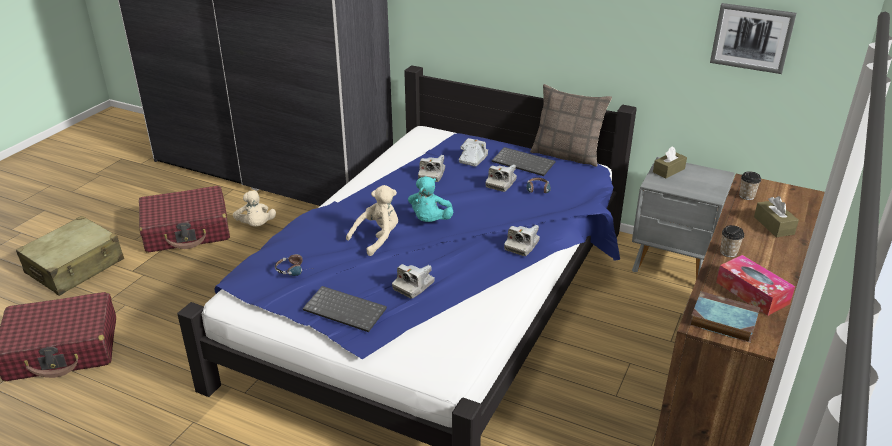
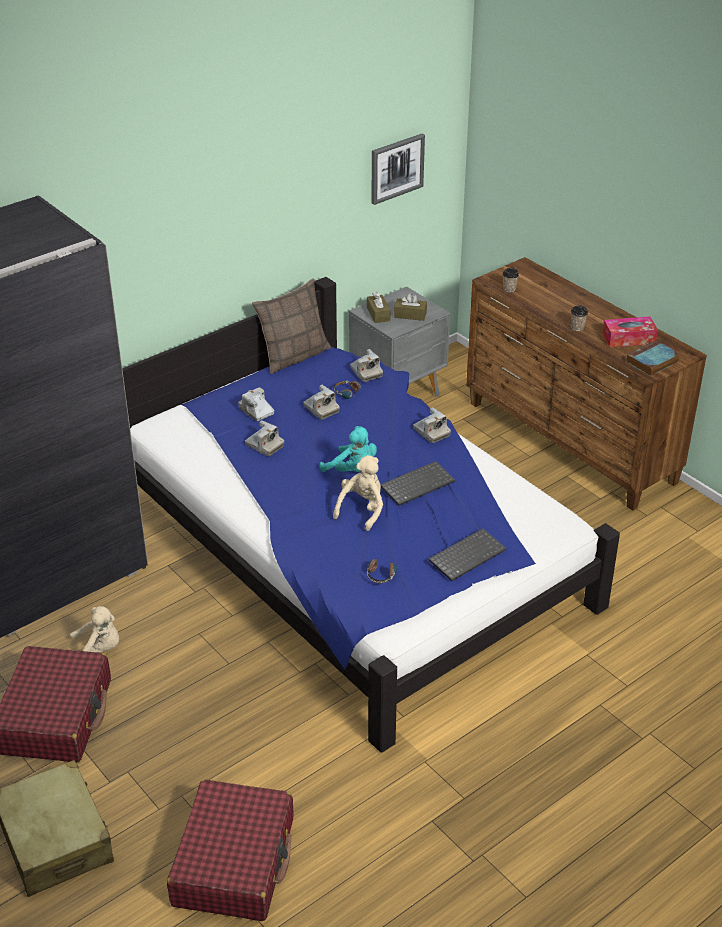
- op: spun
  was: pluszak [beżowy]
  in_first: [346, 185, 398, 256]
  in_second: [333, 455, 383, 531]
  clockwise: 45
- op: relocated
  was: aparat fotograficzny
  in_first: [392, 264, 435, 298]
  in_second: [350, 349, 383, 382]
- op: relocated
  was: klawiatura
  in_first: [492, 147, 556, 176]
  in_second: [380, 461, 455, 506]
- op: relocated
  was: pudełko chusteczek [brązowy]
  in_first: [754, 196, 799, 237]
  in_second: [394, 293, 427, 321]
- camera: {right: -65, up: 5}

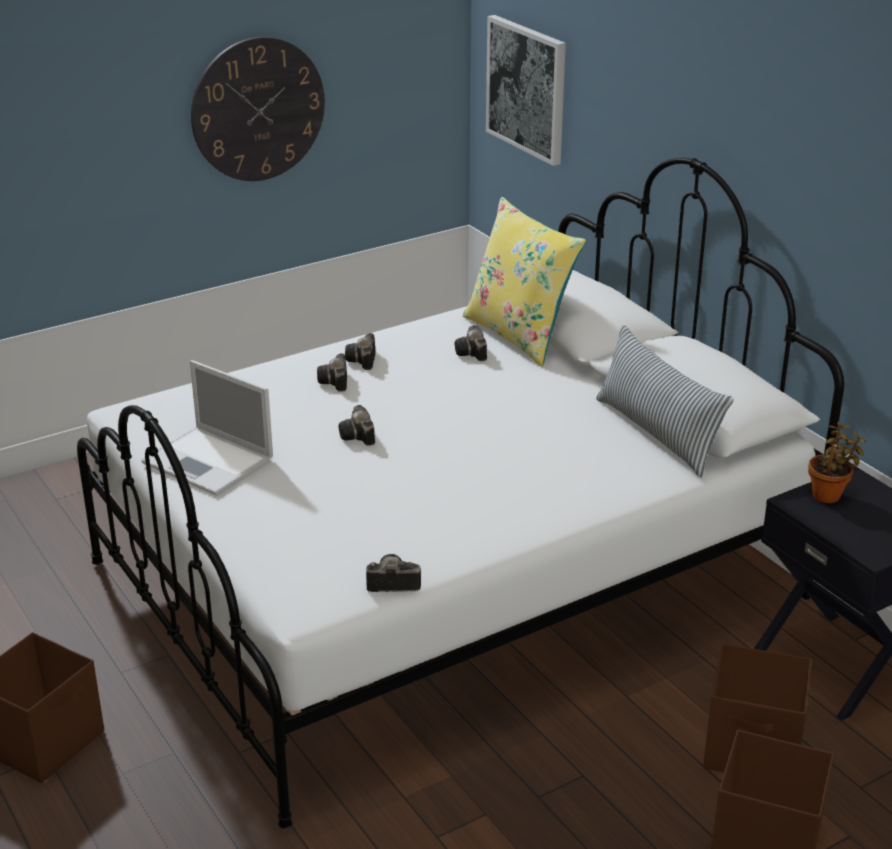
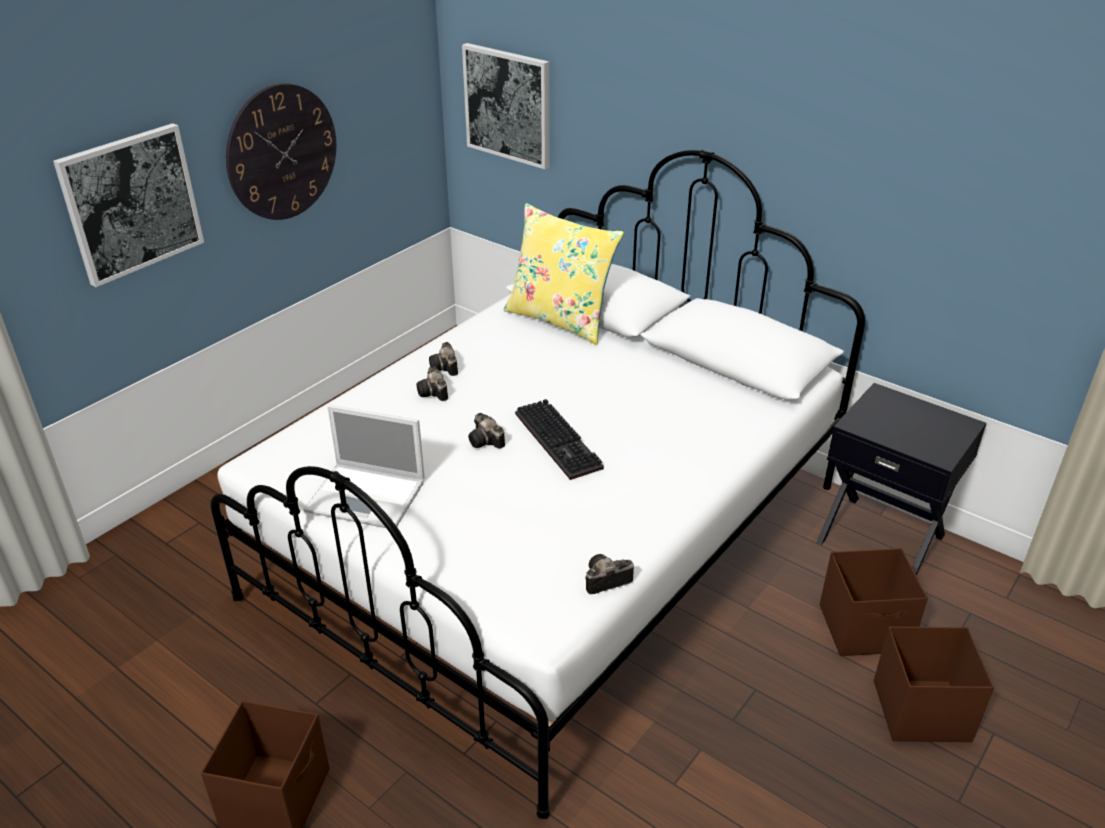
- op: missing
  was: aparat fotograficzny
  in_first: [455, 325, 487, 361]
- op: missing
  was: poduszka
  in_first: [596, 325, 734, 478]
- op: missing
  was: roślina doniczkowa
  in_first: [808, 421, 867, 503]
- op: appeared
  now: obraz
  in_second: [53, 123, 204, 287]
- op: appeared
  now: klawiatura
  in_second: [515, 399, 604, 480]
- camera: {right: -20, up: 5}

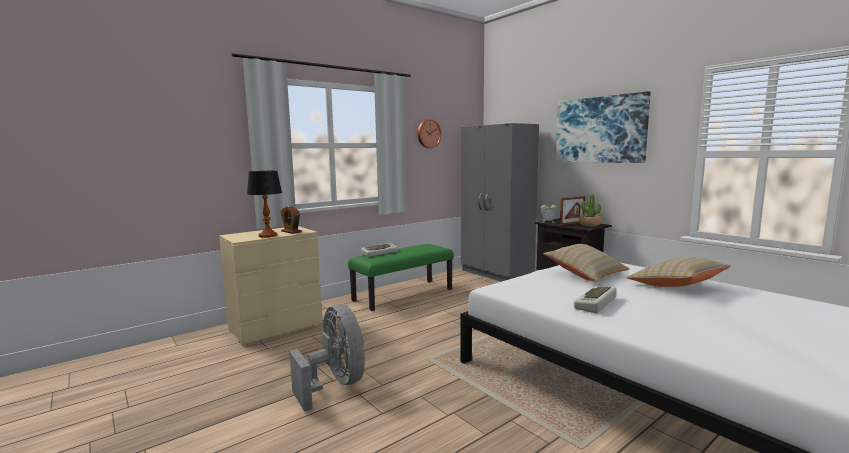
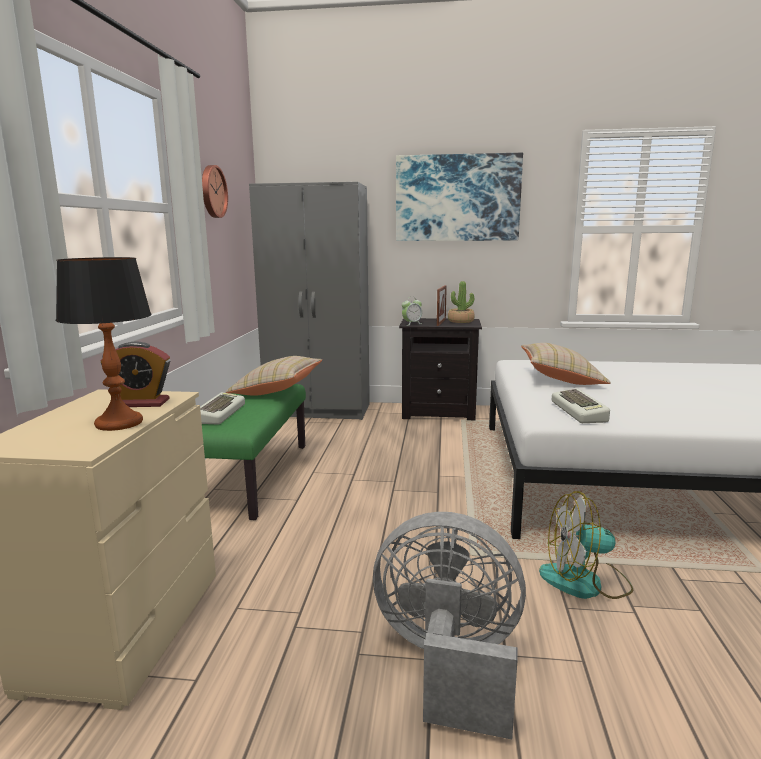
- op: relocated
  was: klawiatura
  in_first: [574, 286, 617, 313]
  in_second: [552, 388, 610, 423]
- op: relocated
  was: poduszka [beżowy]
  in_first: [626, 257, 731, 287]
  in_second: [225, 356, 322, 396]
- op: appeared
  now: wentylator
  in_second: [539, 491, 633, 599]
- camera: {right: -45, up: 5}

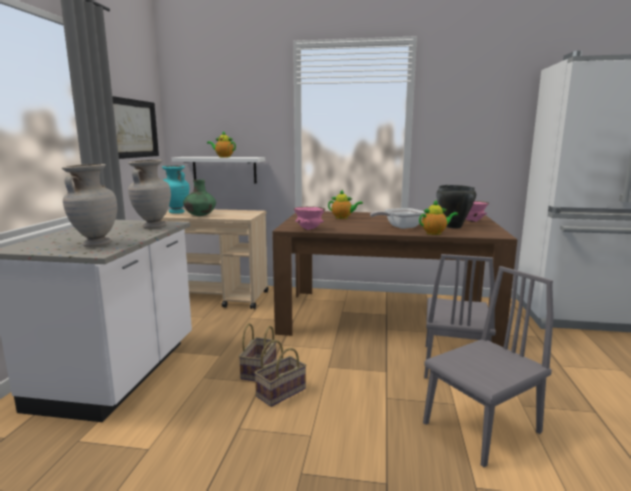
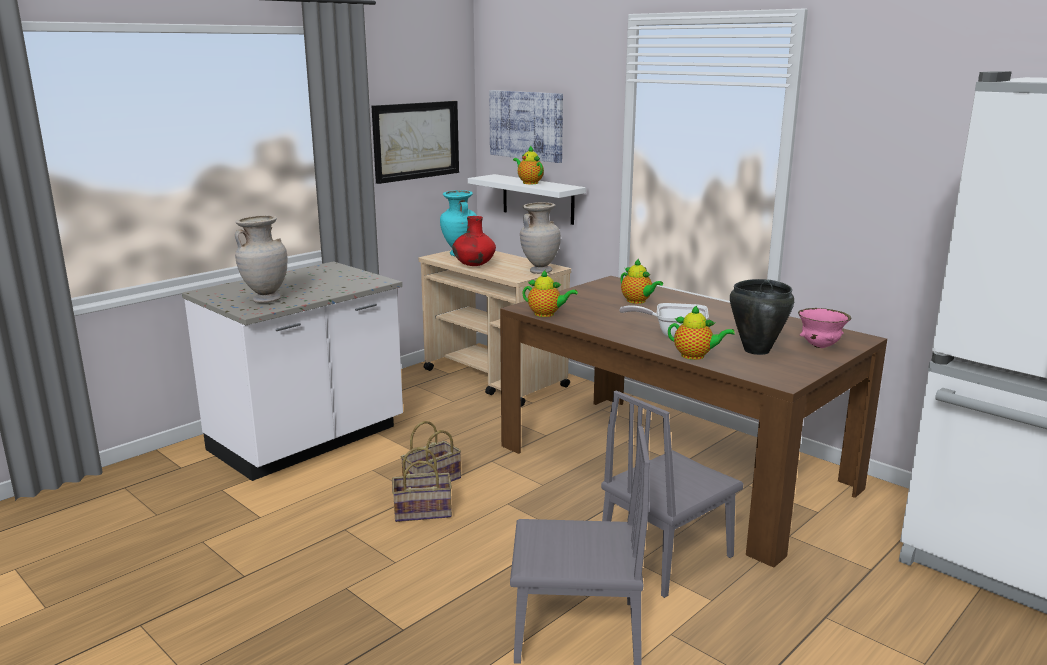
- op: relocated
  was: wazon [beżowy]
  in_first: [128, 160, 171, 229]
  in_second: [520, 202, 561, 274]
- op: colour
  was: wazon [zielony]
  now: wazon [czerwony]
  in_first: [183, 179, 216, 216]
  in_second: [452, 216, 496, 266]
- op: exchanged
  was: miska [różowy]
  now: imbryk
  in_first: [294, 207, 325, 230]
  in_second: [522, 270, 578, 317]
- op: appeared
  now: obraz
  in_second: [489, 90, 563, 163]
- camera: {right: 35, up: 5}

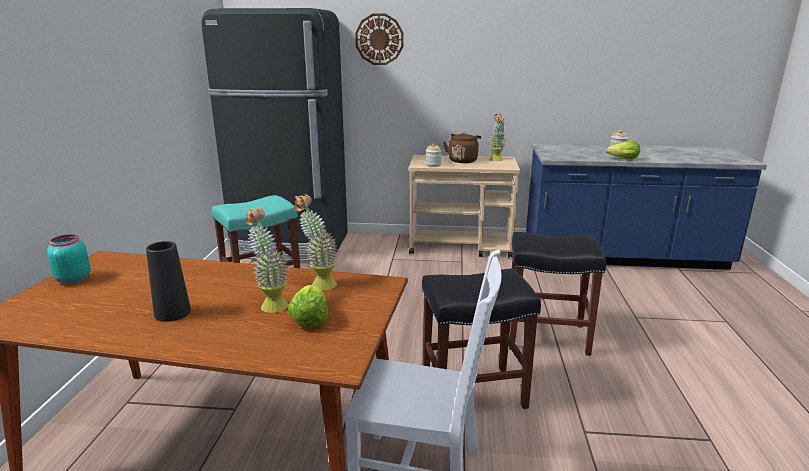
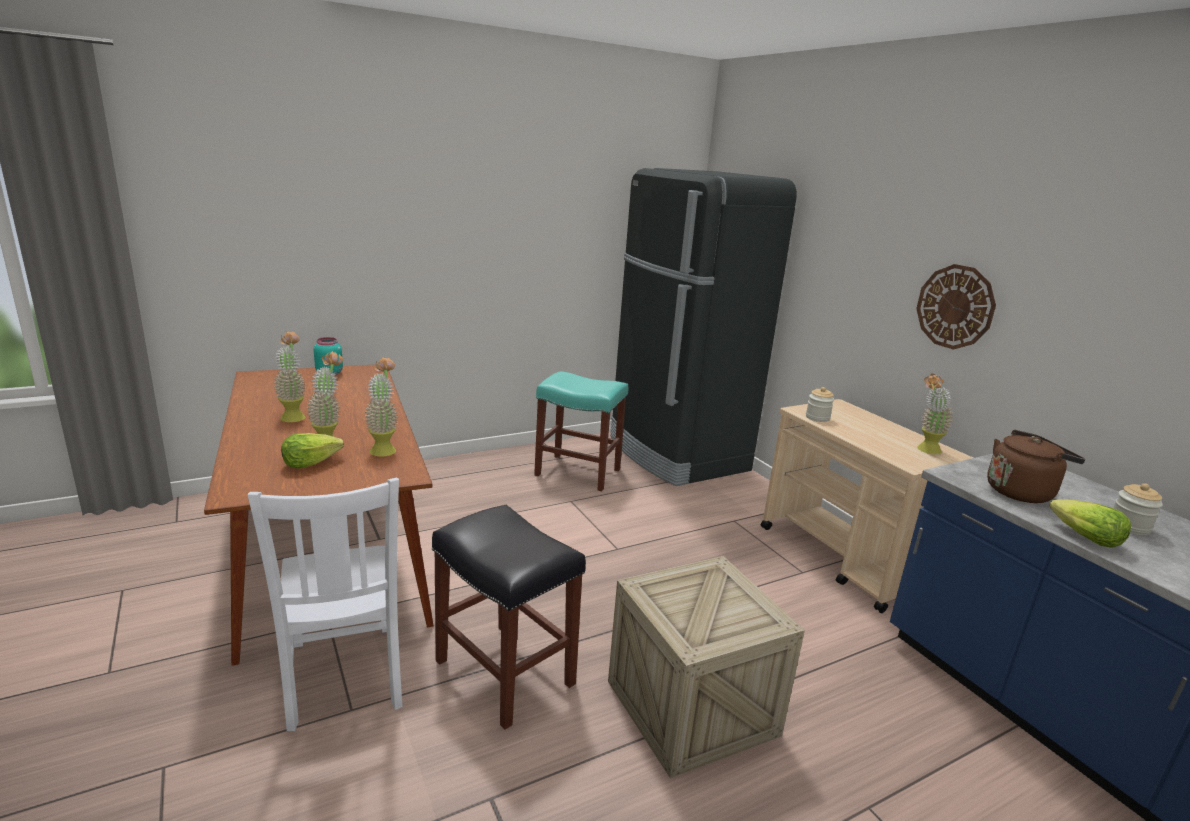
- op: exchanged
  was: wazon [czarny]
  now: roślina doniczkowa
  in_first: [146, 241, 191, 322]
  in_second: [273, 331, 306, 422]
- op: relocated
  was: zegar ścienny
  in_first: [355, 14, 403, 65]
  in_second: [916, 264, 996, 349]
- op: relocated
  was: czajnik [brązowy]
  in_first: [443, 132, 481, 163]
  in_second: [987, 430, 1085, 503]
- op: exchanged
  was: stołek [czarny]
  now: skrzynka
  in_first: [509, 232, 606, 356]
  in_second: [608, 556, 805, 778]
- camera: {right: 55, up: 0}

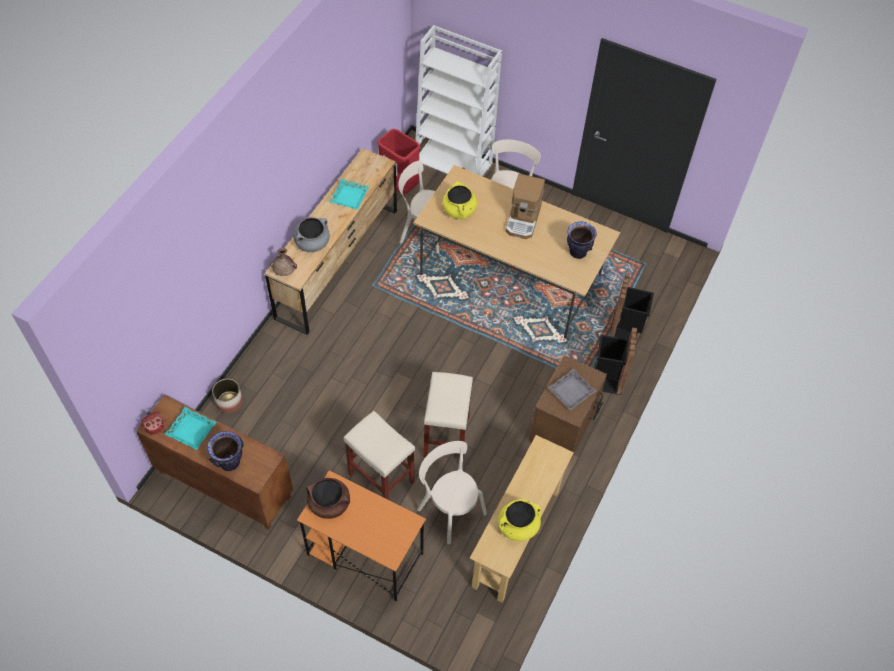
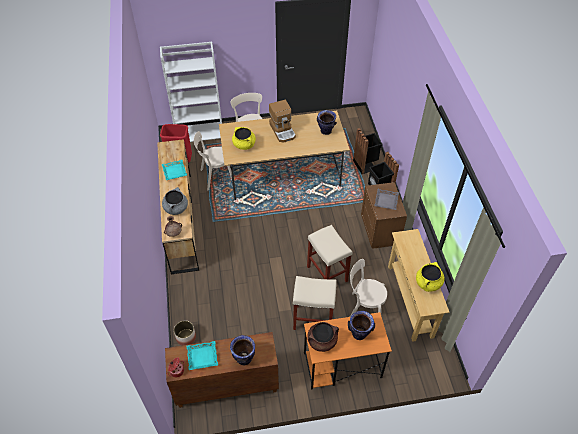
- op: appeared
  now: wazon
  in_second: [348, 311, 375, 340]
- camera: {right: -35, up: -5}

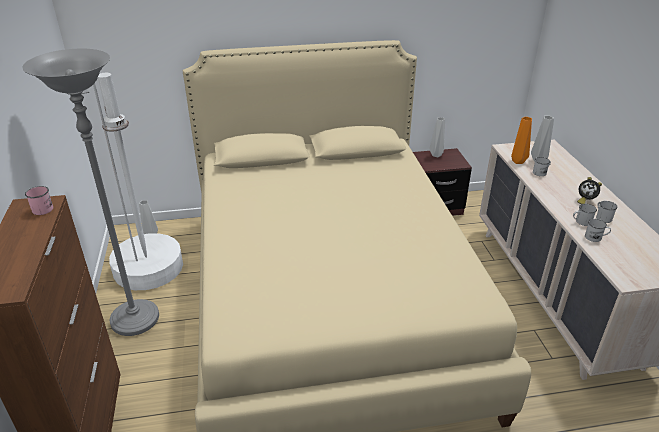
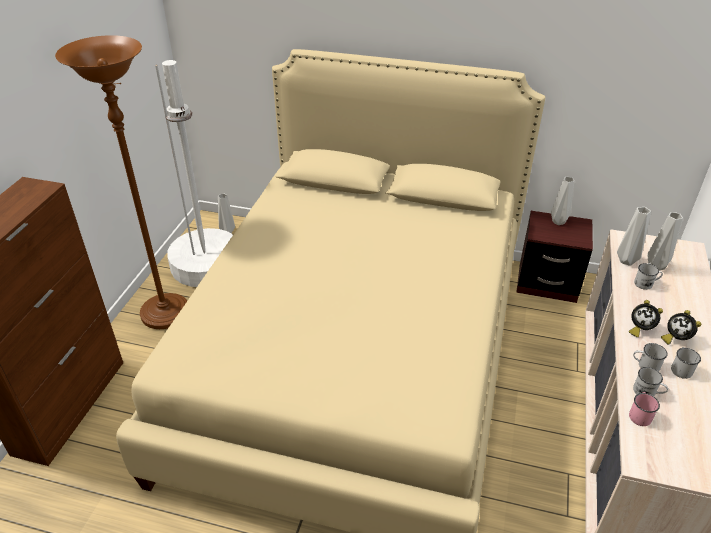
- op: colour
  was: lampa stojąca [szary]
  now: lampa stojąca [brązowy]
  in_first: [22, 49, 159, 336]
  in_second: [55, 35, 187, 329]
- op: relocated
  was: kubek [różowy]
  in_first: [25, 186, 53, 215]
  in_second: [629, 392, 660, 426]
- op: colour
  was: wazon [pomarańczowy]
  now: wazon [szary]
  in_first: [511, 117, 532, 164]
  in_second: [617, 207, 651, 266]
- op: appeared
  now: budzik
  in_second: [629, 300, 663, 337]
- camera: {right: 25, up: 5}

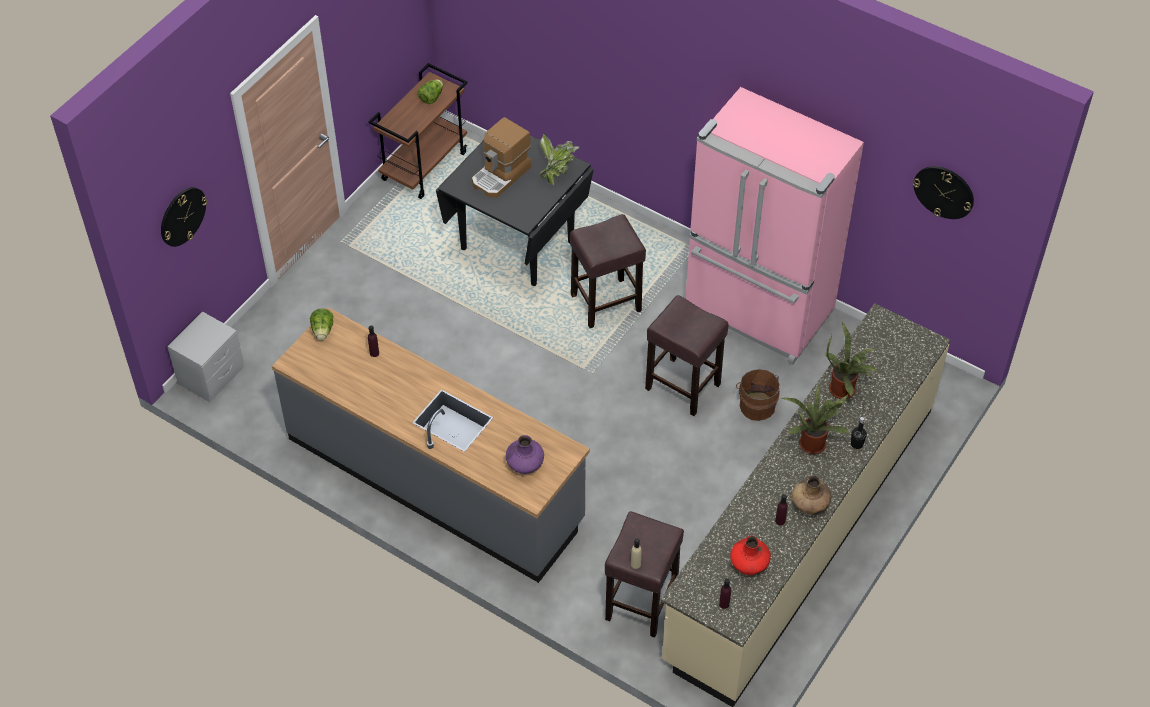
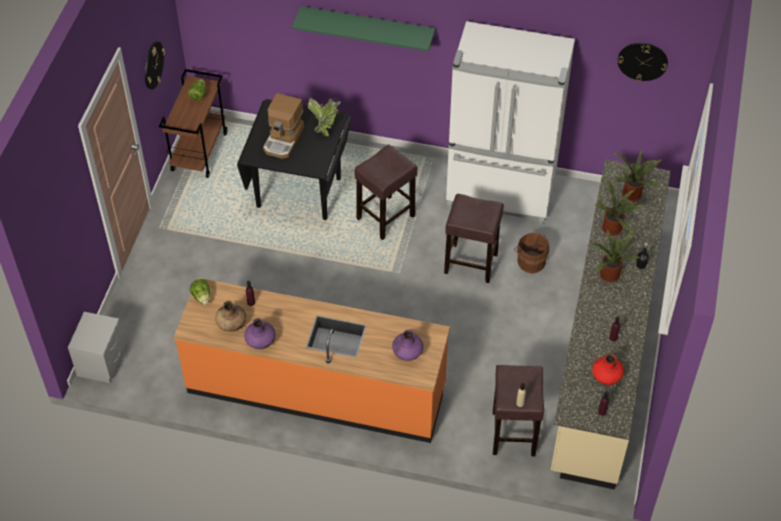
- op: relocated
  was: zegar ścienny
  in_first: [161, 187, 207, 247]
  in_second: [145, 41, 165, 90]
- op: colour
  was: zabudowa kuchenna [szary]
  now: zabudowa kuchenna [pomarańczowy]
  in_first: [272, 307, 590, 583]
  in_second: [174, 278, 450, 443]
- op: colour
  was: lodówka [różowy]
  now: lodówka [biały]
  in_first: [685, 87, 864, 365]
  in_second: [446, 21, 575, 225]
- op: relocated
  was: wazon [brązowy]
  in_first: [792, 475, 831, 515]
  in_second: [215, 301, 246, 332]
- op: appeared
  now: wazon [fioletowy]
  in_second: [244, 318, 275, 349]
- op: appeared
  now: półka [zielony]
  in_second: [292, 6, 435, 52]
- op: appeared
  now: roślina doniczkowa
  in_second: [612, 150, 663, 202]
- camera: {right: -20, up: 0}

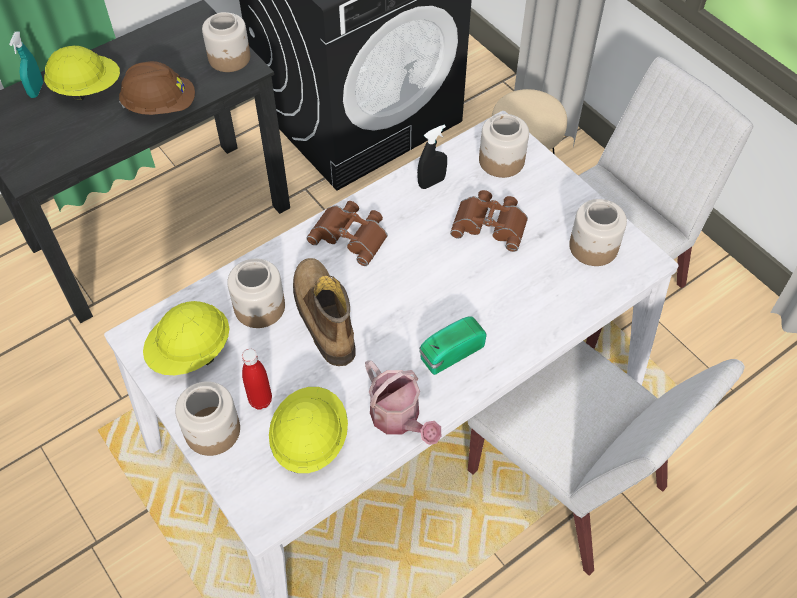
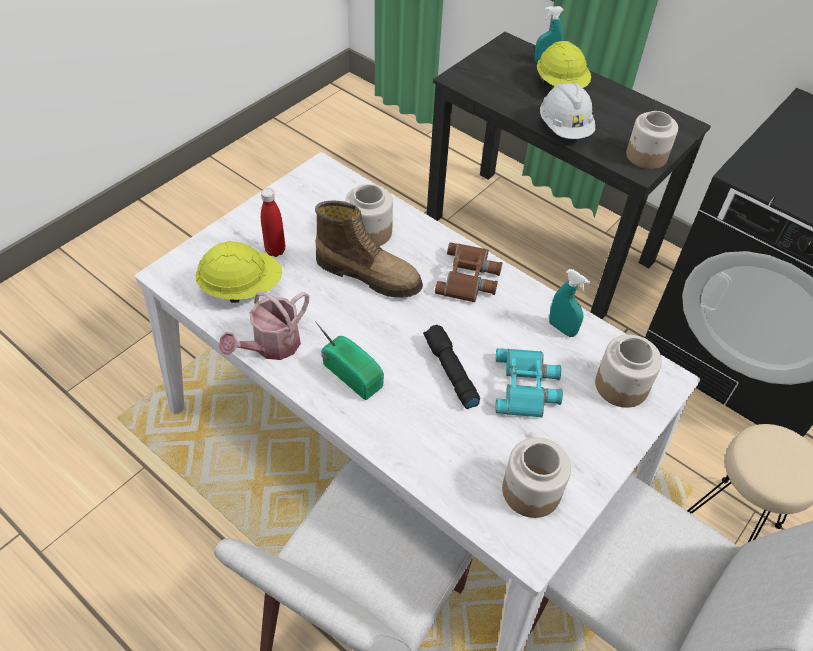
- op: colour
  was: kask [brązowy]
  now: kask [biały]
  in_first: [119, 61, 195, 115]
  in_second: [540, 83, 595, 139]
- op: missing
  was: kask [żółty]
  in_first: [143, 301, 229, 375]
- op: missing
  was: słoik
  in_first: [175, 381, 240, 456]
- op: spun
  was: but z cholewką
  in_first: [293, 258, 356, 366]
  in_second: [315, 201, 423, 298]
  clockwise: 60
- op: colour
  was: spryskiwacz [czarny]
  now: spryskiwacz [turkusowy]
  in_first: [417, 124, 447, 189]
  in_second: [549, 269, 590, 337]
- op: colour
  was: lornetka [brązowy]
  now: lornetka [turkusowy]
  in_first: [450, 190, 528, 252]
  in_second: [495, 348, 563, 418]
- op: appeared
  now: latarka [czarny]
  in_second: [423, 325, 480, 409]
- camera: {right: 75, up: -5}

